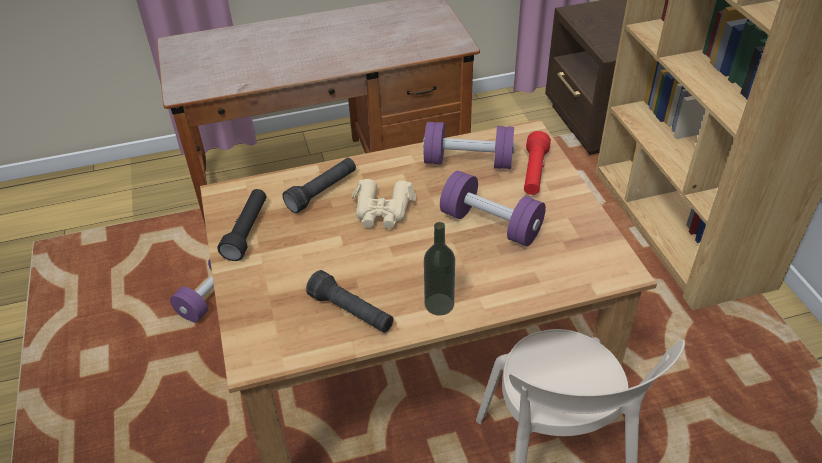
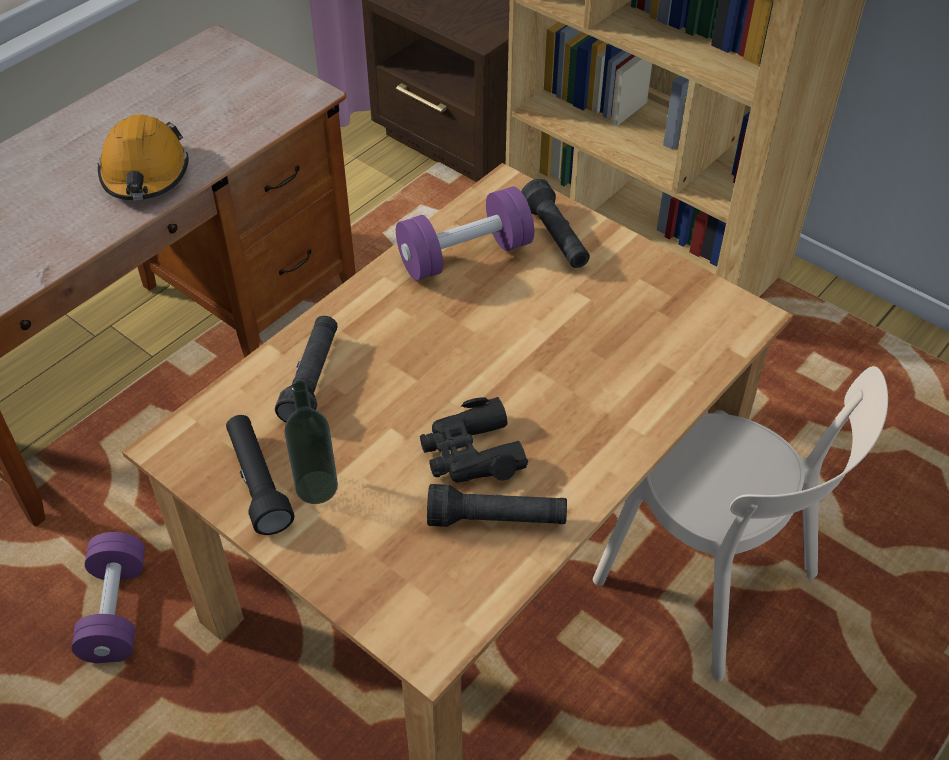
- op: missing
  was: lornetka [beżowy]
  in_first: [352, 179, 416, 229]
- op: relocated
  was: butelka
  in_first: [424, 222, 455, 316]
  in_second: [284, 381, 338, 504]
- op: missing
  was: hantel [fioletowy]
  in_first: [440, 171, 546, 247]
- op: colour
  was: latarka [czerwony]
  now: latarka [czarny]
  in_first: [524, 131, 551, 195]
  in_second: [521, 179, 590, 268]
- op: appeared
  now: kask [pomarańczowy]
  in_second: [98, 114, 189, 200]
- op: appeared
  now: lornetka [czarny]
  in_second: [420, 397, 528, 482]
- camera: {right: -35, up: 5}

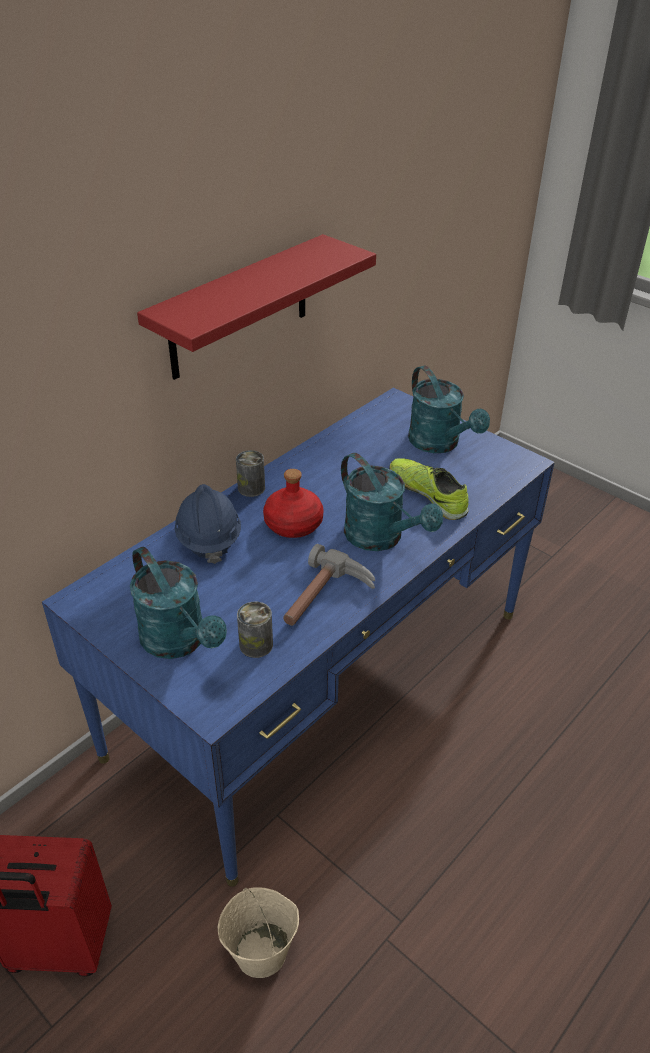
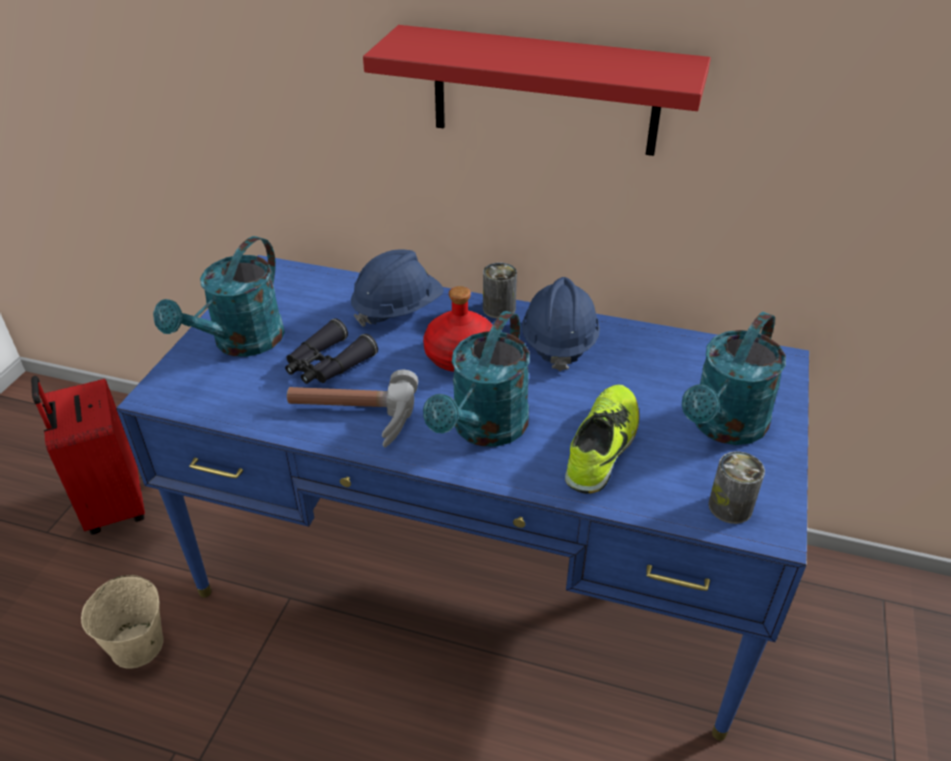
- op: relocated
  was: puszka
  in_first: [237, 602, 273, 658]
  in_second: [708, 452, 765, 524]
- op: appeared
  now: lornetka [czarny]
  in_second: [285, 318, 378, 384]
- op: appeared
  now: kask [niebieski]
  in_second: [522, 277, 600, 371]
- camera: {right: 65, up: 0}

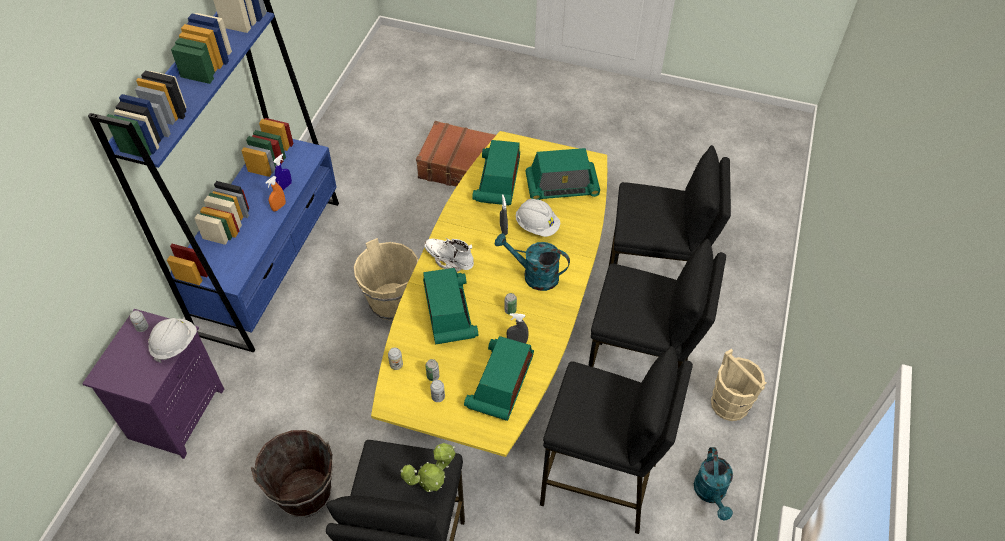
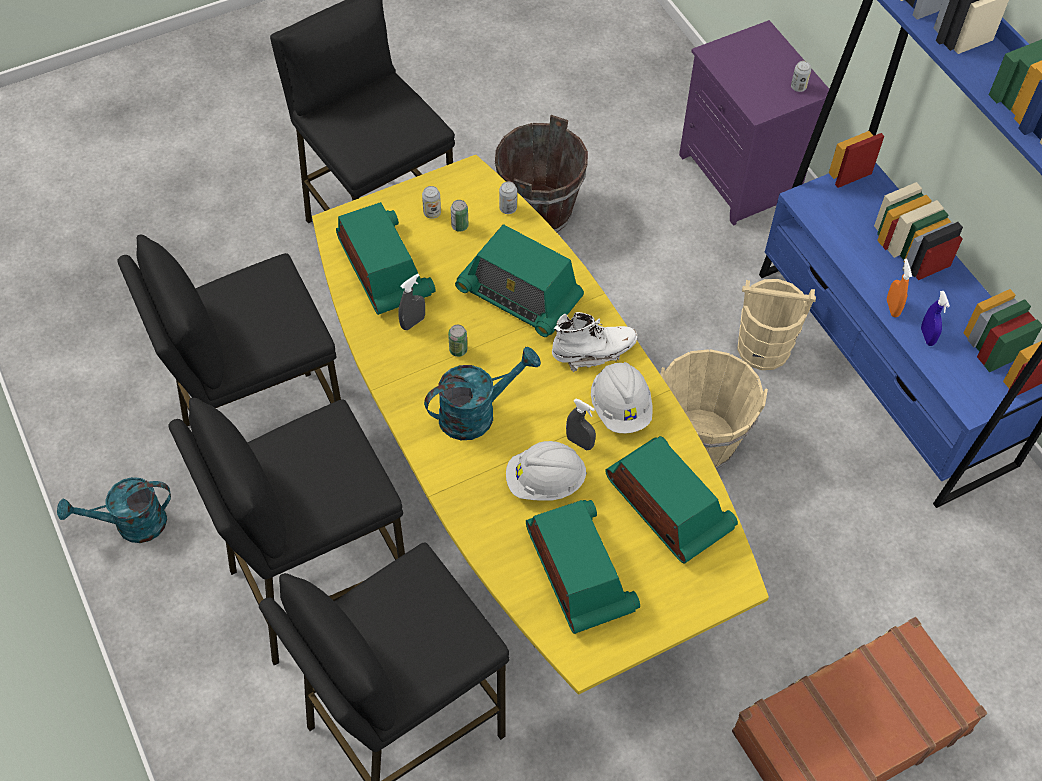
- op: relocated
  was: kask [biały]
  in_first: [148, 318, 197, 363]
  in_second: [591, 362, 653, 433]
- op: missing
  was: roślina doniczkowa
  in_first: [400, 443, 456, 492]
- op: spun
  was: radio
  in_first: [526, 148, 600, 200]
  in_second: [526, 500, 640, 634]
  clockwise: 120
- op: spun
  was: konewka [turkusowy]
  in_first: [694, 447, 733, 521]
  in_second: [57, 477, 171, 543]
  clockwise: -60
- op: relocated
  was: wiadro [beżowy]
  in_first: [711, 349, 766, 421]
  in_second: [737, 279, 816, 370]
- camera: {right: 135, up: 5}

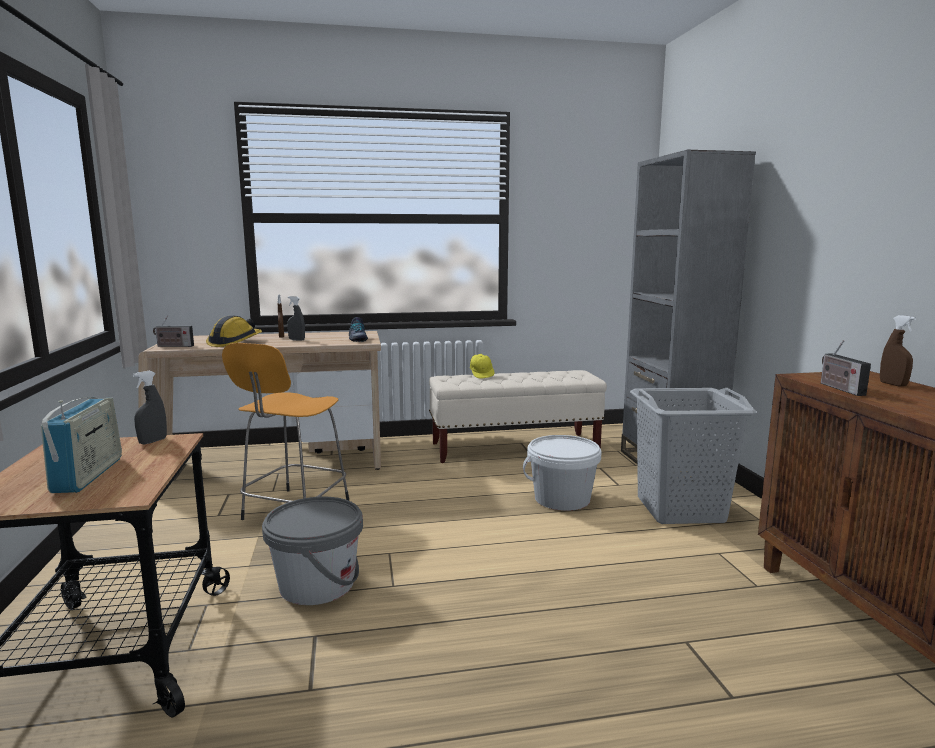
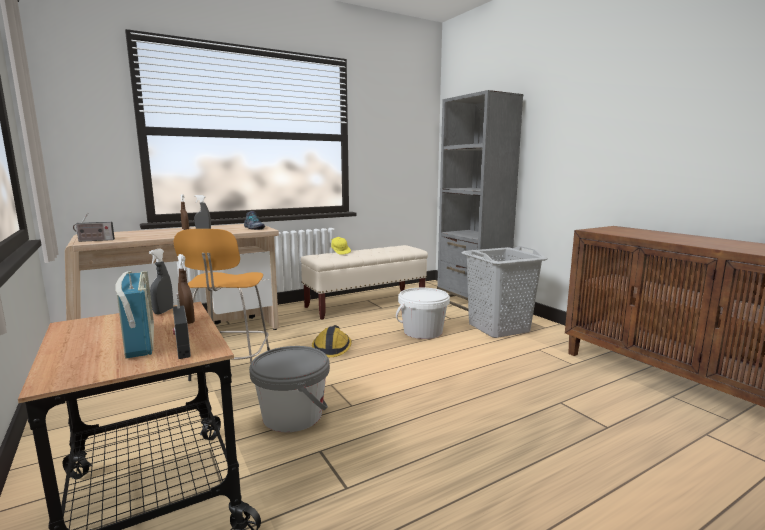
- op: relocated
  was: kask
  in_first: [206, 316, 262, 347]
  in_second: [312, 325, 352, 357]
- op: relocated
  was: radio
  in_first: [821, 340, 871, 396]
  in_second: [173, 293, 191, 359]
- op: relocated
  was: spryskiwacz [brązowy]
  in_first: [880, 315, 916, 387]
  in_second: [178, 254, 195, 324]
- camera: {right: -20, up: 0}

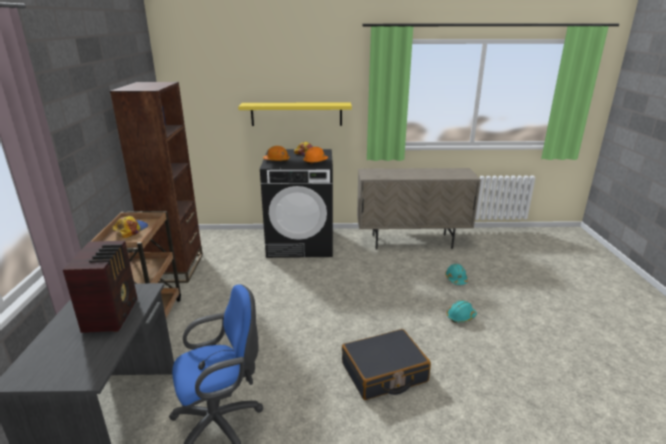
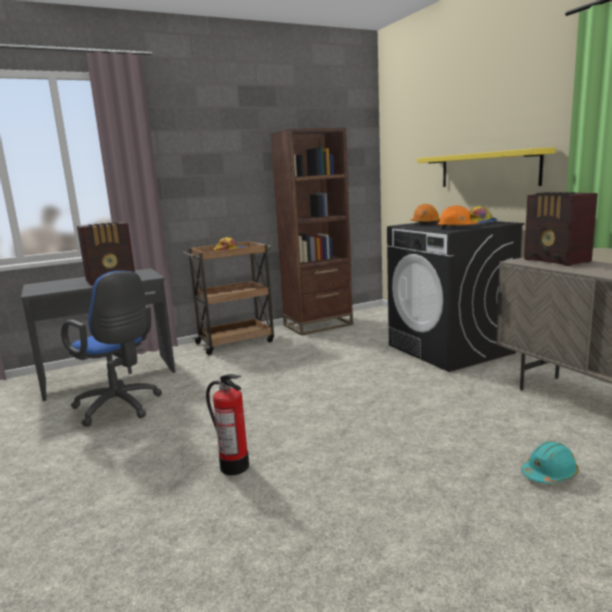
- op: exchanged
  was: walizka [czarny]
  now: gaśnica
  in_first: [342, 329, 431, 400]
  in_second: [206, 374, 249, 475]
- op: missing
  was: kask [turkusowy]
  in_first: [446, 300, 477, 323]
- op: appeared
  now: radio
  in_second: [524, 192, 598, 266]
- camera: {right: 65, up: -10}

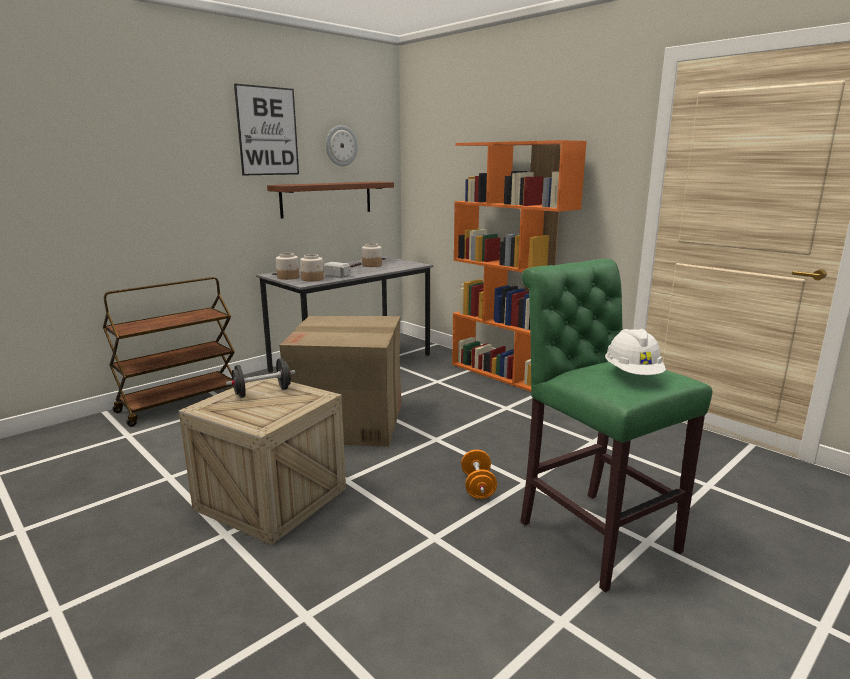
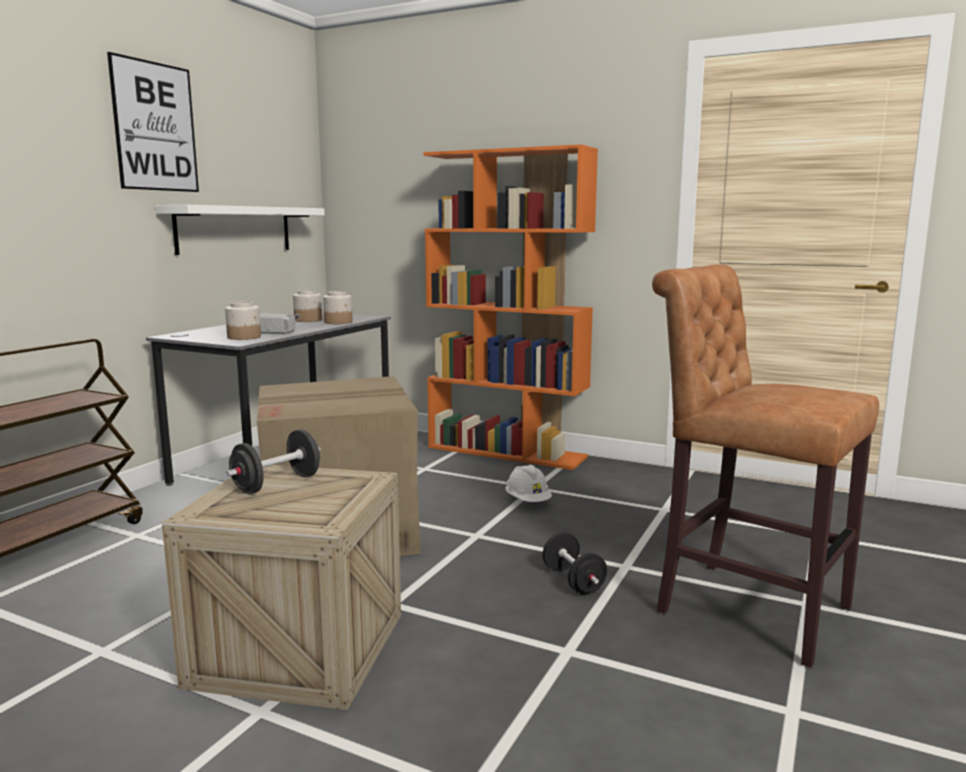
- op: colour
  was: półka [brązowy]
  now: półka [biały]
  in_first: [267, 182, 394, 219]
  in_second: [156, 205, 325, 255]
- op: relocated
  was: słoik
  in_first: [276, 253, 299, 280]
  in_second: [323, 291, 353, 324]
- op: missing
  was: zegar ścienny
  in_first: [326, 125, 358, 166]
- op: colour
  was: hantel [pomarańczowy]
  now: hantel [czarny]
  in_first: [461, 450, 497, 499]
  in_second: [543, 532, 607, 595]
- op: colour
  was: stołek [zielony]
  now: stołek [brązowy]
  in_first: [520, 259, 712, 592]
  in_second: [652, 264, 879, 668]
- op: relocated
  was: kask [biały]
  in_first: [605, 329, 666, 375]
  in_second: [506, 465, 552, 502]
- camera: {right: -20, up: -5}

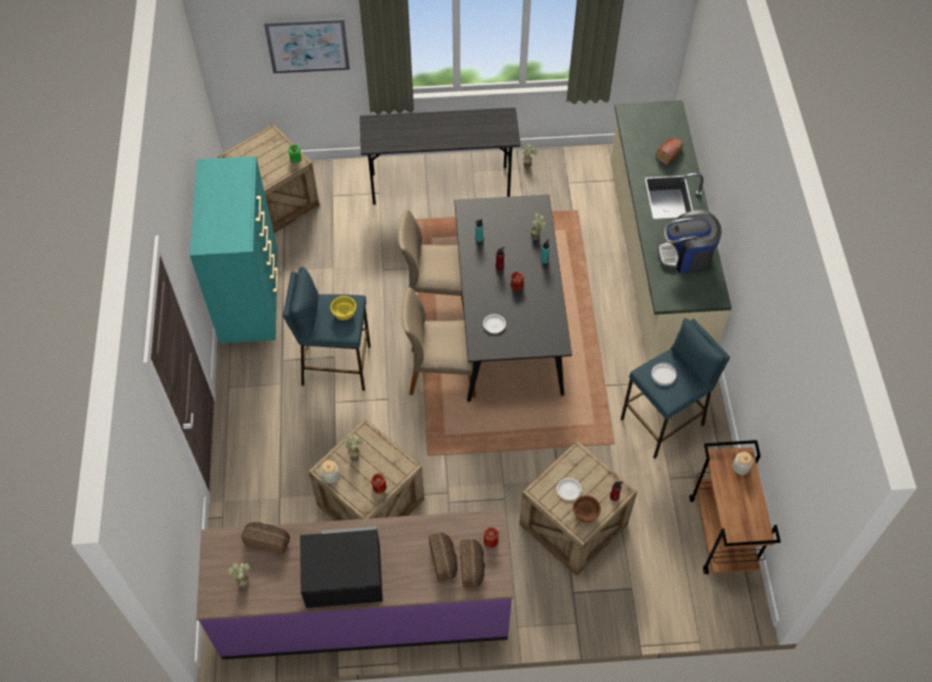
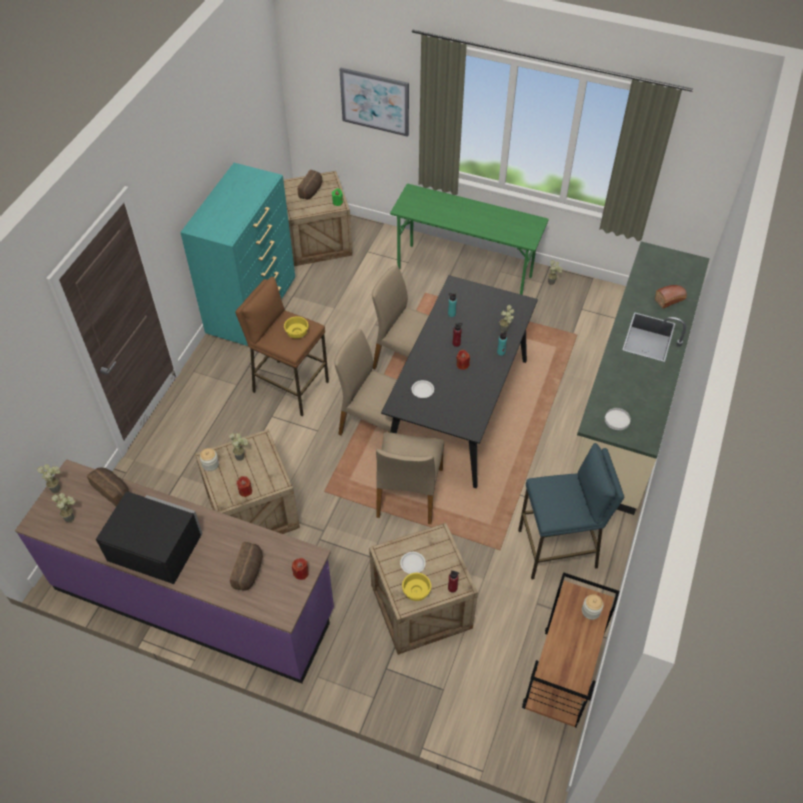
- op: colour
  was: stołek [niebieski]
  now: stołek [brązowy]
  in_first: [283, 267, 371, 391]
  in_second: [235, 277, 329, 416]
- op: colour
  was: biurko [szary]
  now: biurko [zielony]
  in_first: [360, 108, 520, 205]
  in_second: [390, 184, 548, 295]
- op: relocated
  was: chleb
  in_first: [461, 539, 485, 588]
  in_second: [298, 170, 322, 199]
- op: colour
  was: miska [brązowy]
  now: miska [żółty]
  in_first: [573, 495, 601, 523]
  in_second: [402, 573, 431, 601]
- op: relocated
  was: talerz [biały]
  in_first: [651, 362, 677, 386]
  in_second: [605, 408, 631, 430]
- op: missing
  was: ekspres do kawy
  in_first: [657, 210, 722, 273]
- op: appeared
  now: roślina doniczkowa
  in_second: [37, 464, 61, 493]
- op: appeared
  now: krzesło [beżowy]
  in_second: [376, 432, 444, 524]
- camera: {right: 25, up: -5}

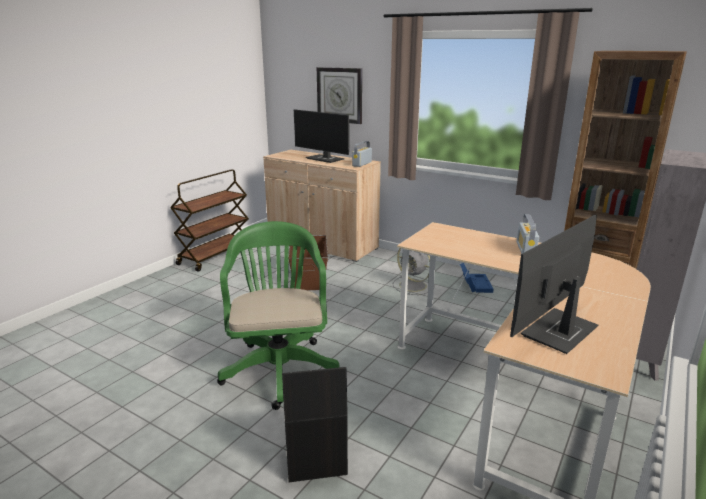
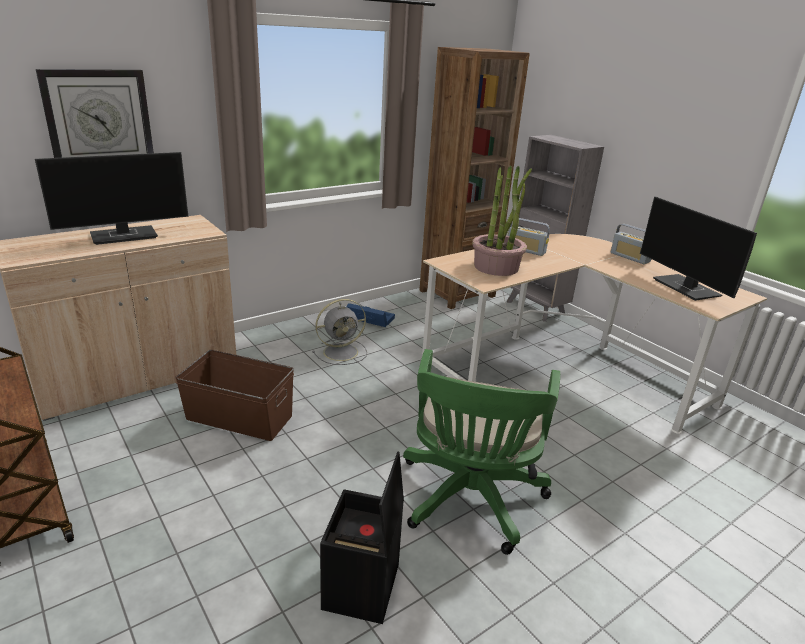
- op: spun
  was: krzesło biurowe [zielony]
  in_first: [217, 221, 339, 410]
  in_second: [403, 349, 560, 555]
  clockwise: -90
- op: relocated
  was: pojemnik do przechowywania [czarny]
  in_first: [282, 367, 348, 482]
  in_second: [320, 452, 404, 624]
- op: relocated
  was: radio
  in_first: [352, 141, 372, 167]
  in_second: [611, 224, 651, 264]
- op: appeared
  now: roślina doniczkowa
  in_second: [472, 165, 532, 276]
- camera: {right: -70, up: 5}

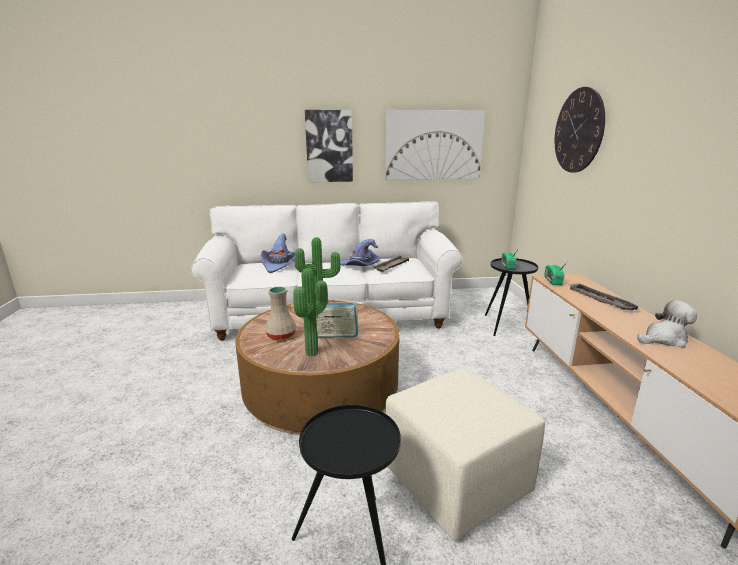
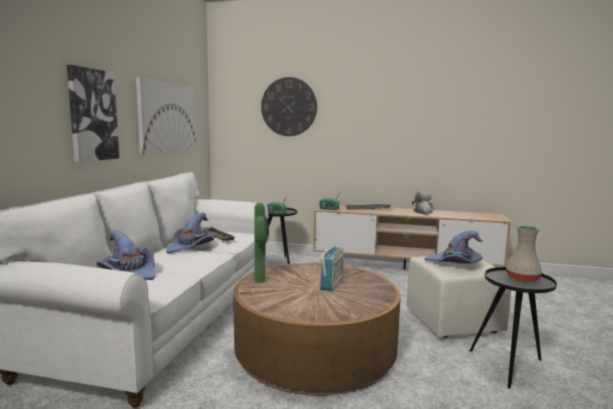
- op: relocated
  was: wazon [beżowy]
  in_first: [265, 286, 296, 341]
  in_second: [506, 226, 542, 282]
- op: missing
  was: roślina doniczkowa
  in_first: [293, 268, 328, 356]
- op: appeared
  now: kapelusz [fioletowy]
  in_second: [425, 230, 483, 264]
- camera: {right: -70, up: -10}

